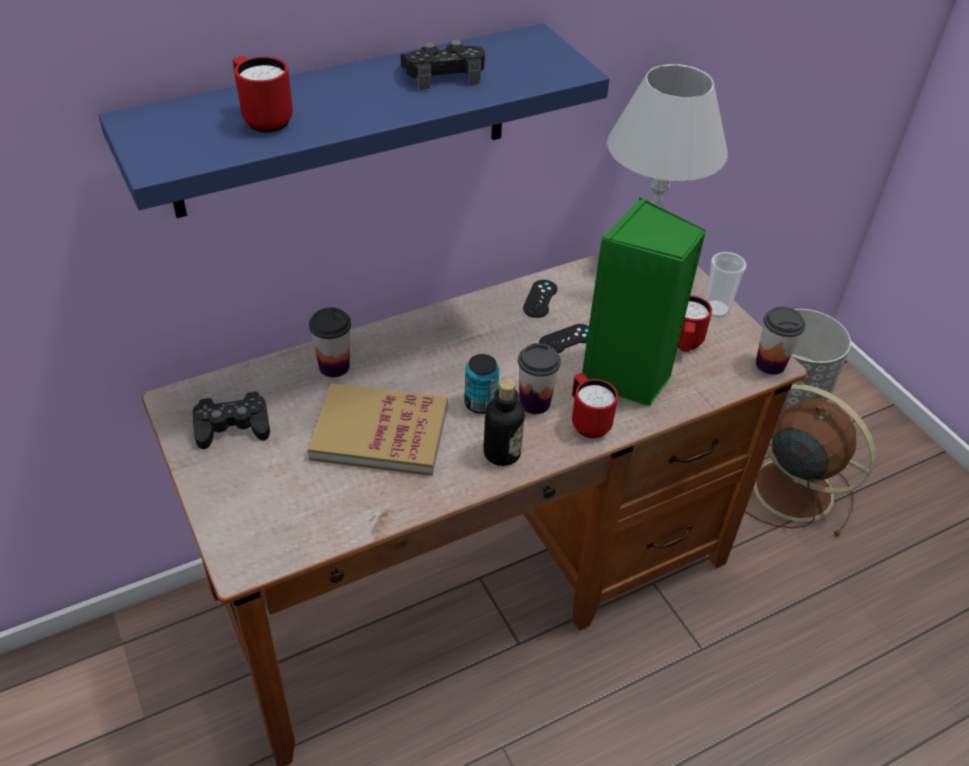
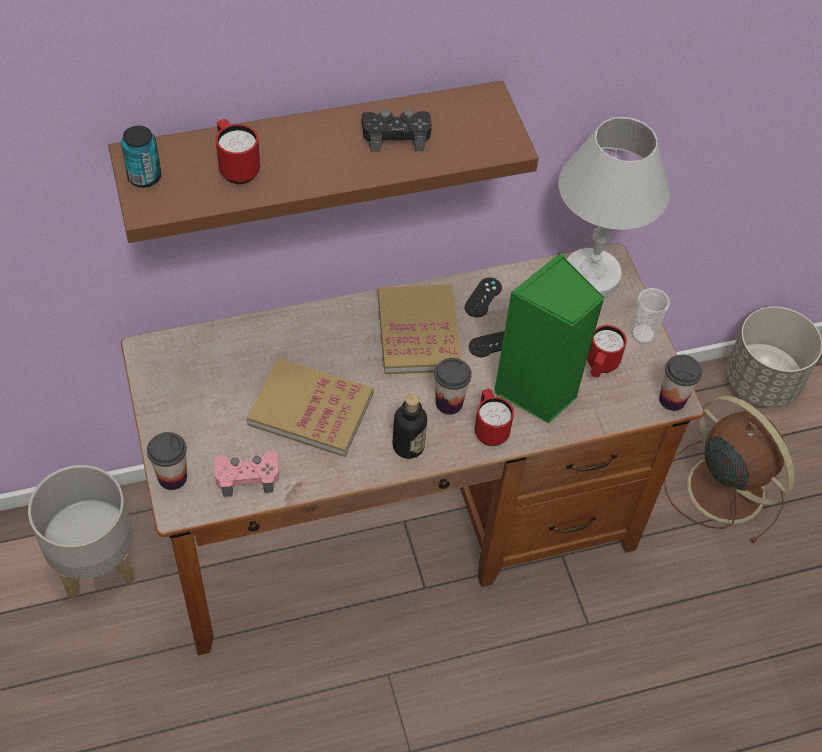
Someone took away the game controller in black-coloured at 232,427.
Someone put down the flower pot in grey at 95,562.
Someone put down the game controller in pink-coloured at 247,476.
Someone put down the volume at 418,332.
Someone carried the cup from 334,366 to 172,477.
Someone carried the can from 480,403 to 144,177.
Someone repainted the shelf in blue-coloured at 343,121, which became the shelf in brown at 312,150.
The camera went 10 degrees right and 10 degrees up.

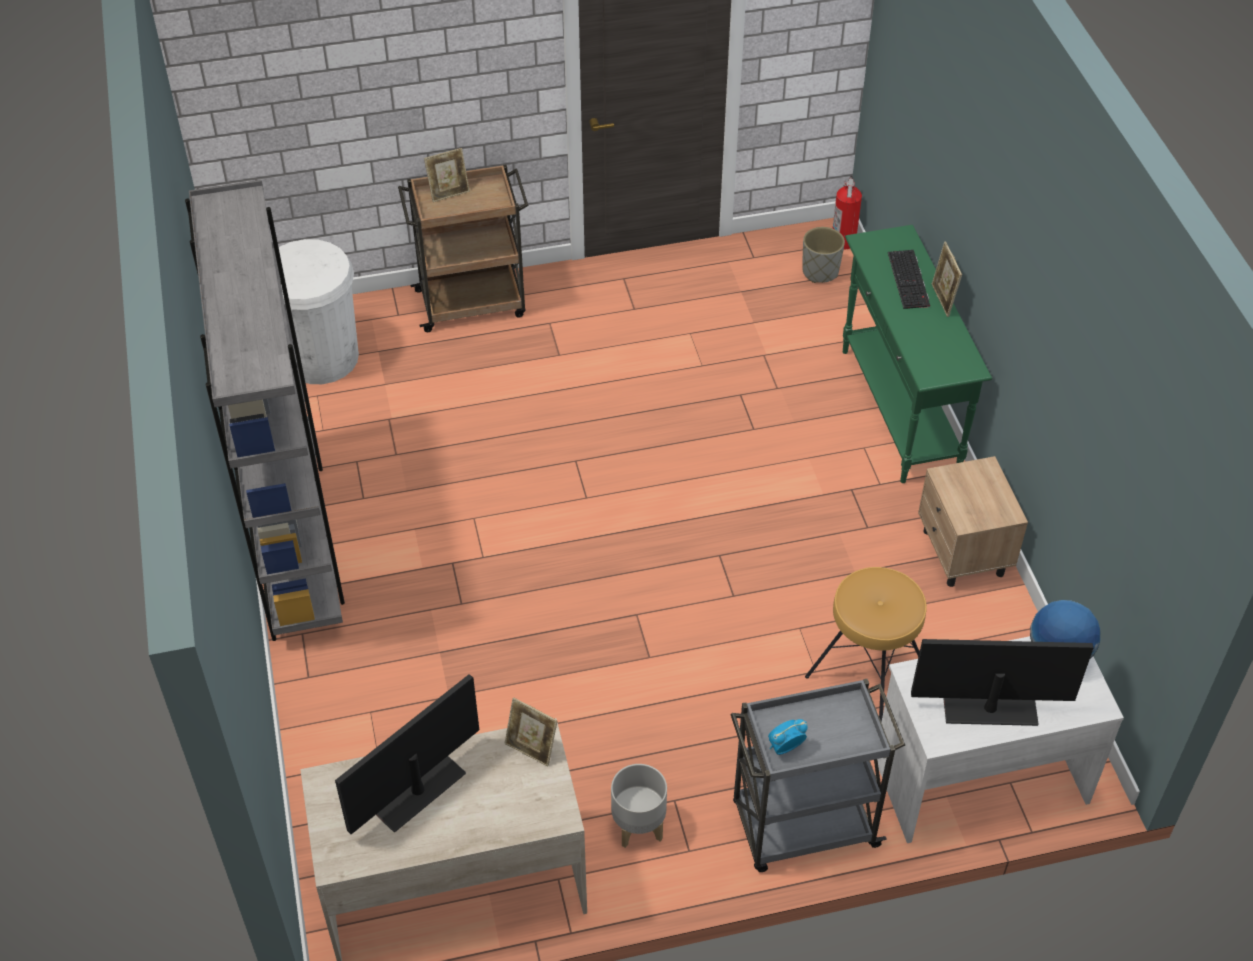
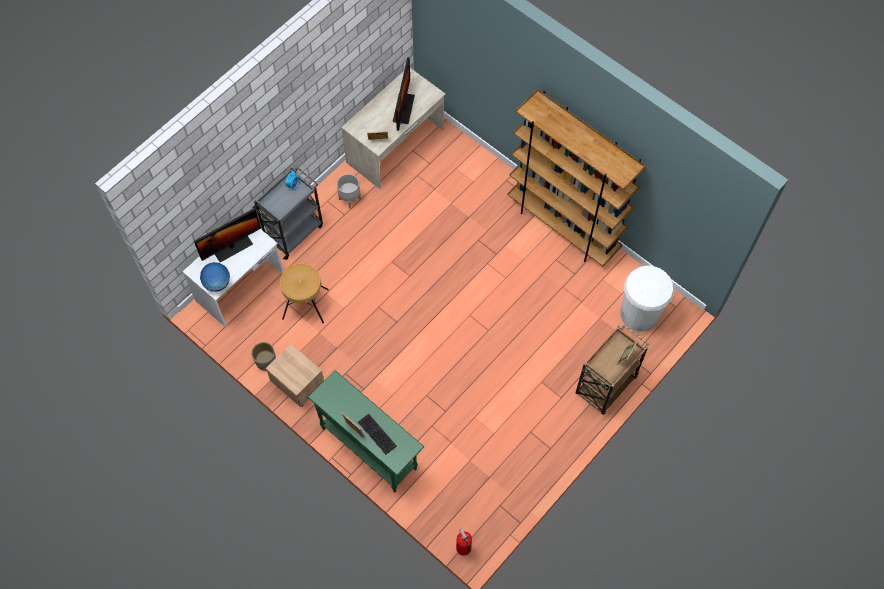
Someone carried the flower pot in grey from 820,271 to 266,361.
Someone repainted the shelving unit in grey at 295,540, which became the shelving unit in brown at 563,226.
The camera went 145 degrees right and 15 degrees up.

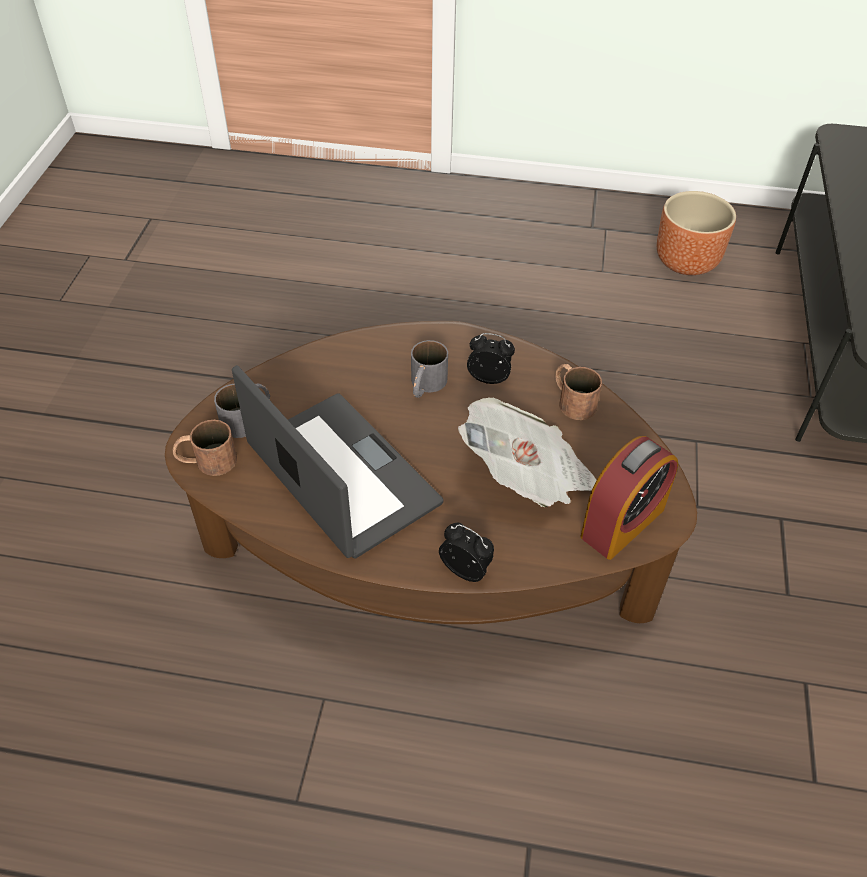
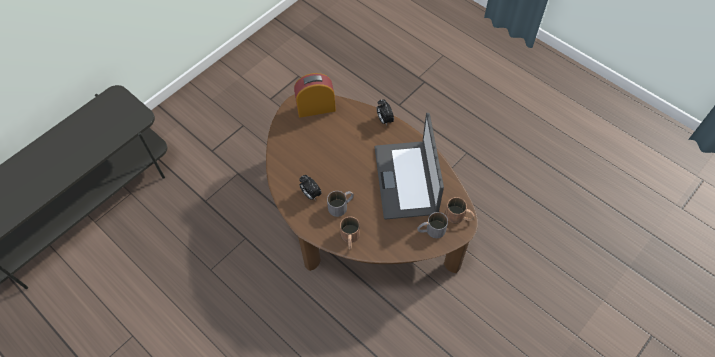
Someone took away the printed paper at 527,477.
Someone took away the flower pot in brown at 687,262.
Someone carried the tea mug in brown from 571,400 to 350,238.
The camera went 145 degrees left and 10 degrees up.

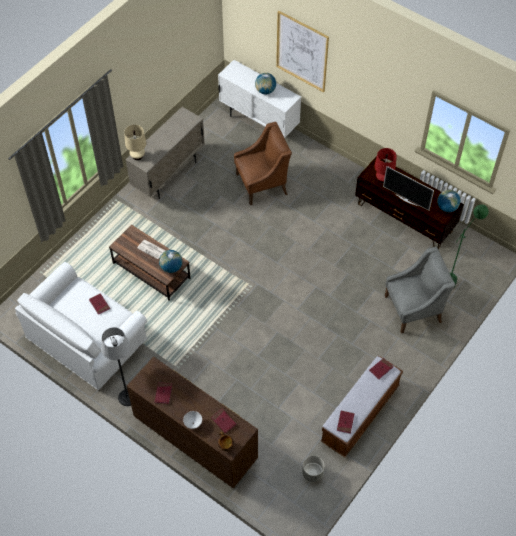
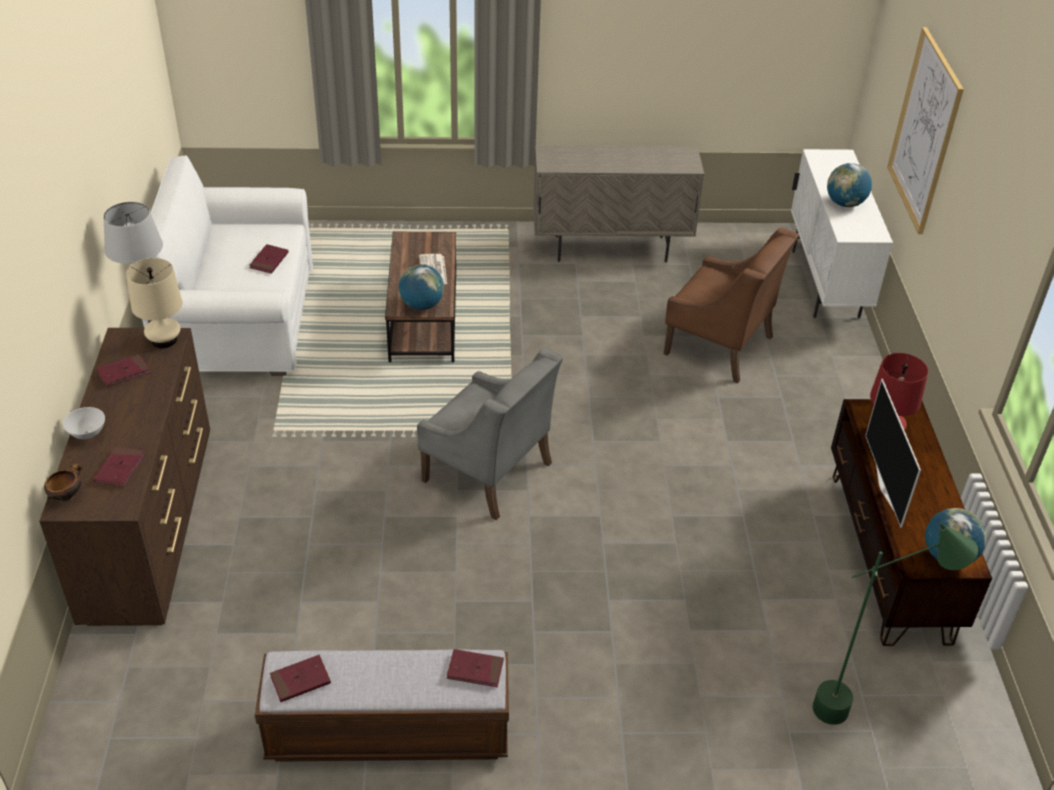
Someone took away the flower pot in grey at 312,473.
Someone carried the tabletop lamp in sand-coloured from 137,156 to 164,340.
Someone carried the armchair in grey from 413,309 to 488,473.
The camera went 50 degrees right and 15 degrees down.

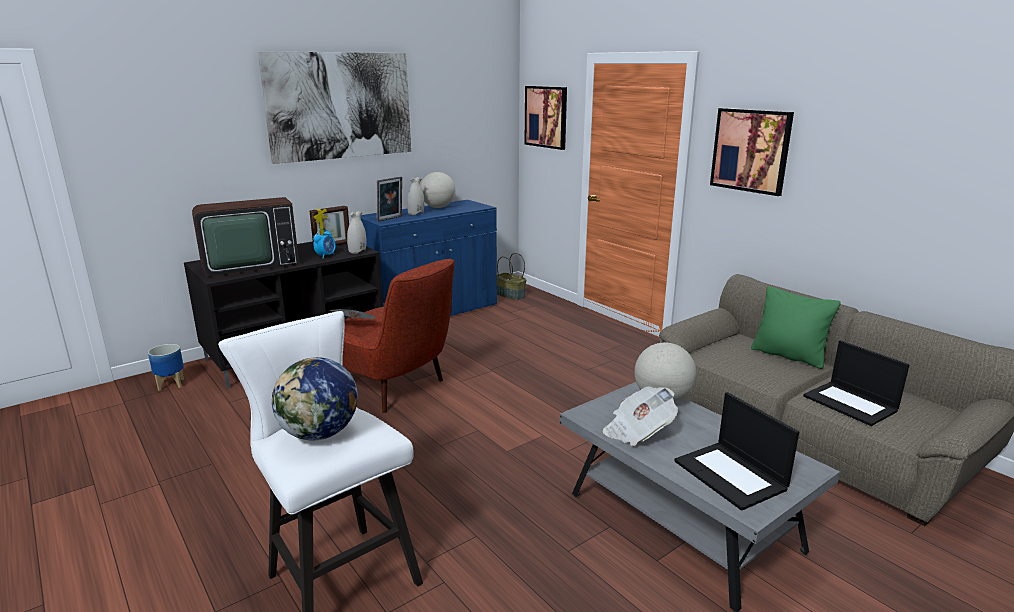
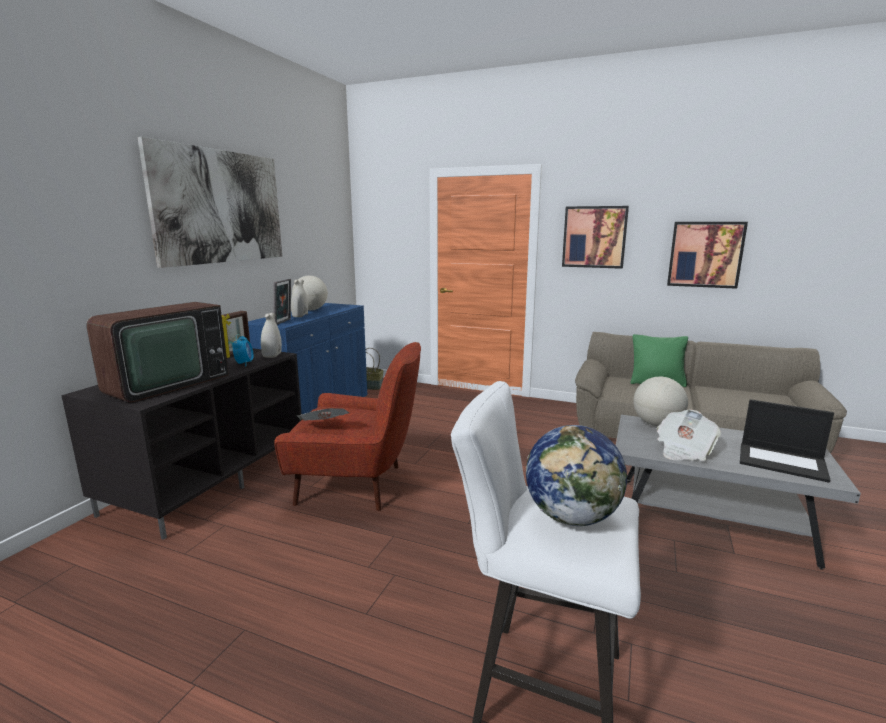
Someone took away the flower pot at 171,384.
Someone took away the laptop at 851,403.
Someone carried the picture from 546,117 to 705,254.
The camera went 30 degrees left and 5 degrees down.

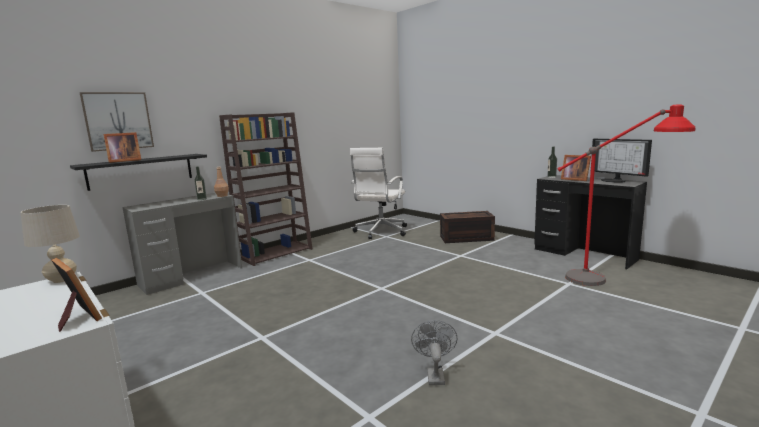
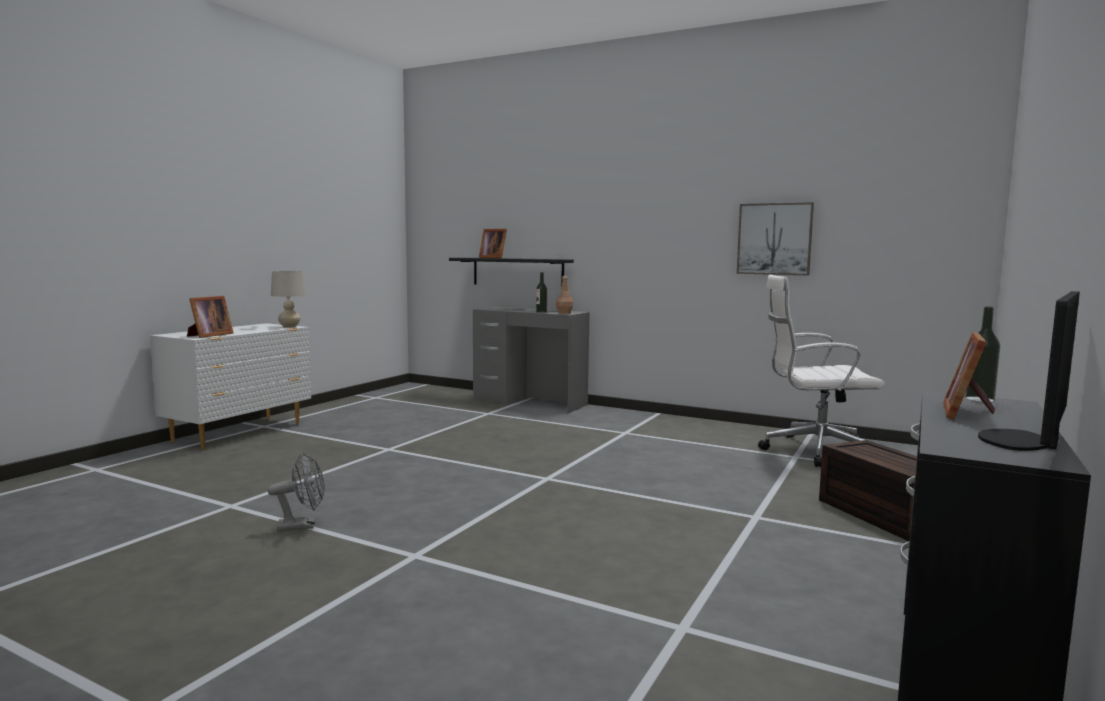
Someone took away the shelving unit in brown at 276,253.
Someone took away the floor lamp in red-coloured at 613,279.
Someone carried the picture from 118,121 to 774,239.
The camera went 70 degrees right and 5 degrees down.

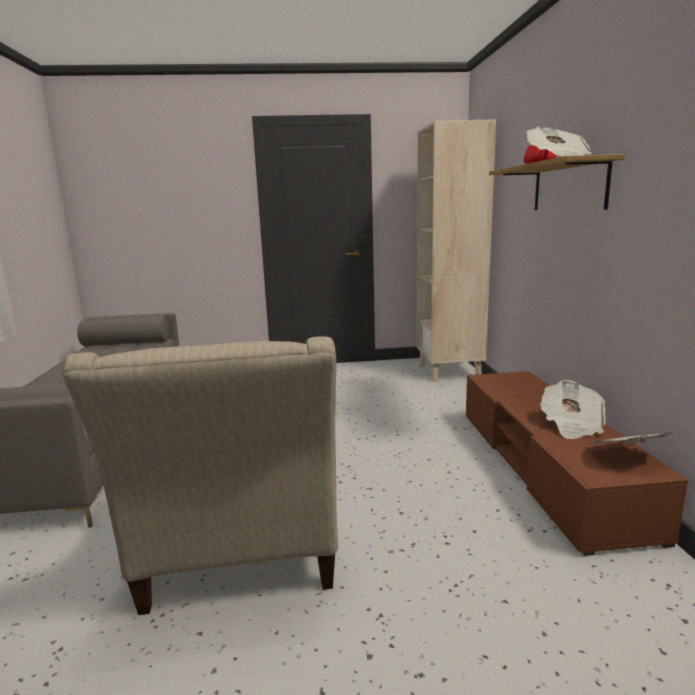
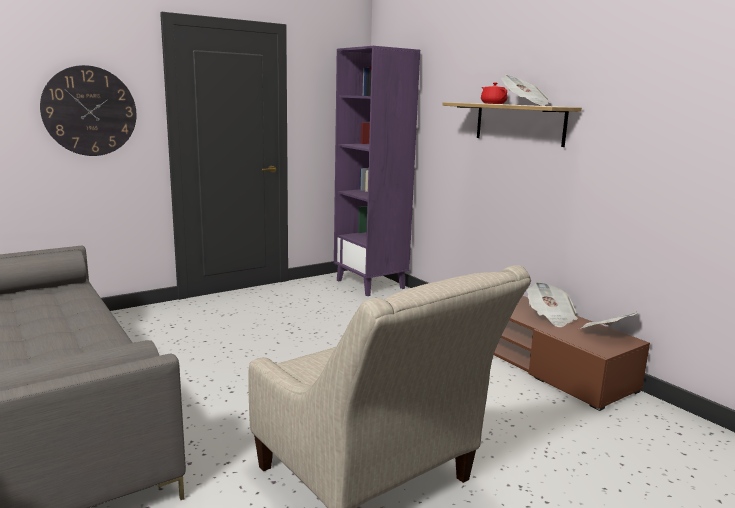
Someone put up the clock on the wall at 89,111.
Someone repainted the shelving unit in sand-coloured at 449,371, which became the shelving unit in purplish at 371,284.
The camera went 30 degrees left and 0 degrees up.

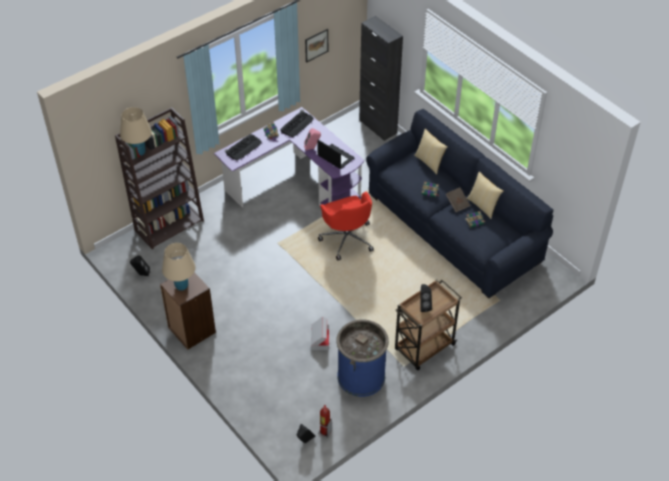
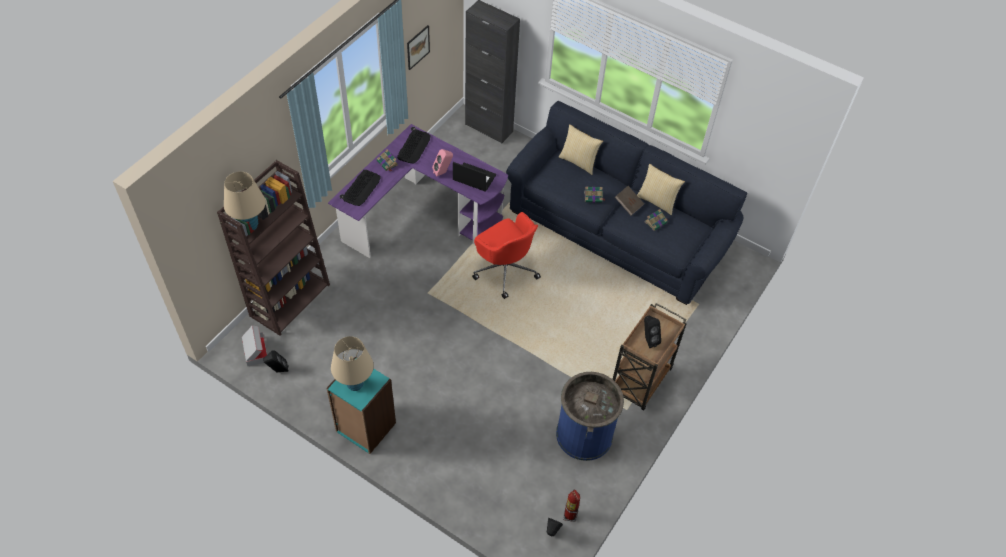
Someone carried the packing box from 320,339 to 255,351.
Someone repainted the shelving unit in brown at 191,330, which became the shelving unit in blue-green at 365,427.
The camera went 20 degrees left and 5 degrees up.

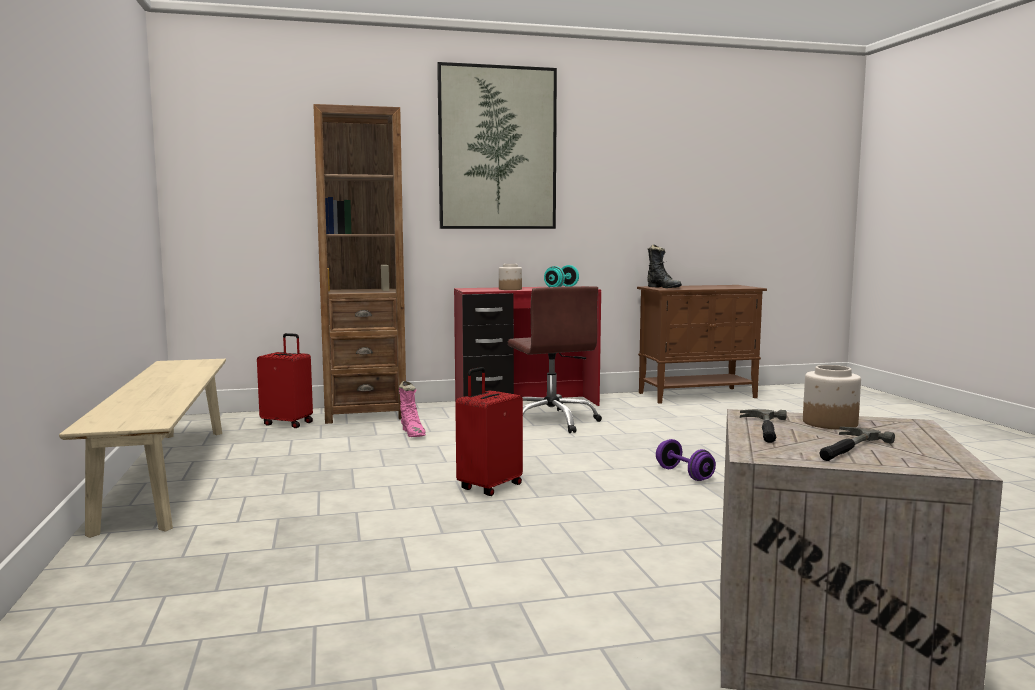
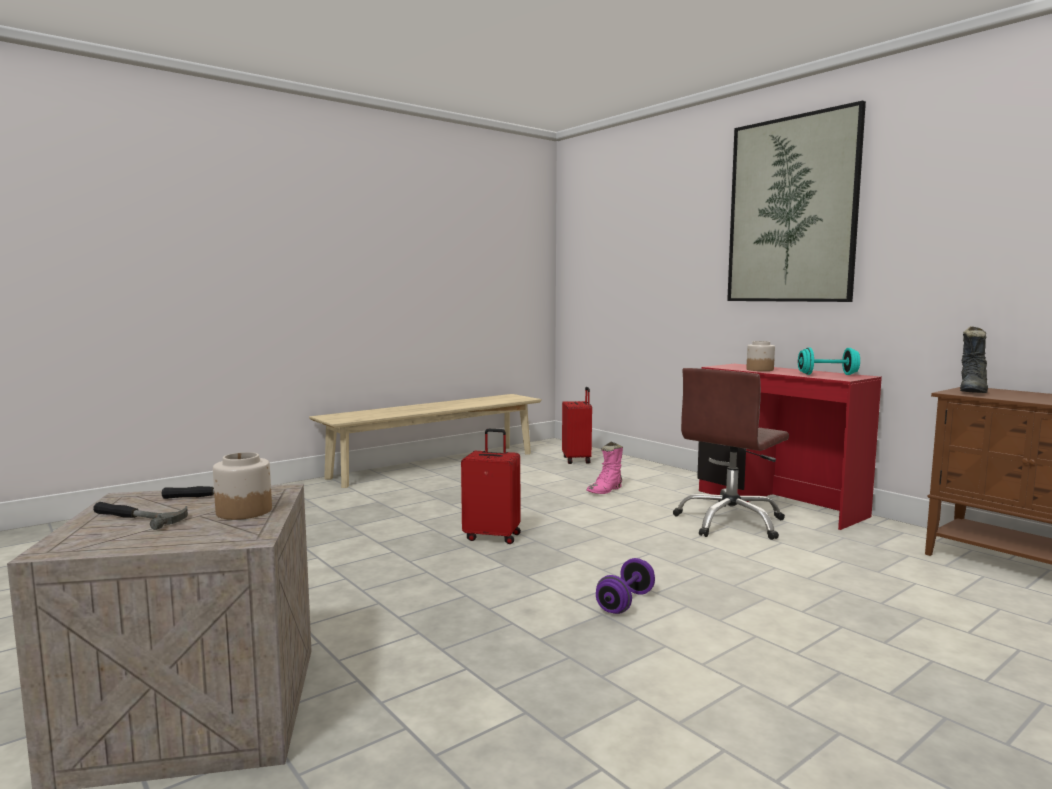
Someone took away the shelving unit in brown at 364,413.
The camera went 65 degrees right and 0 degrees up.

